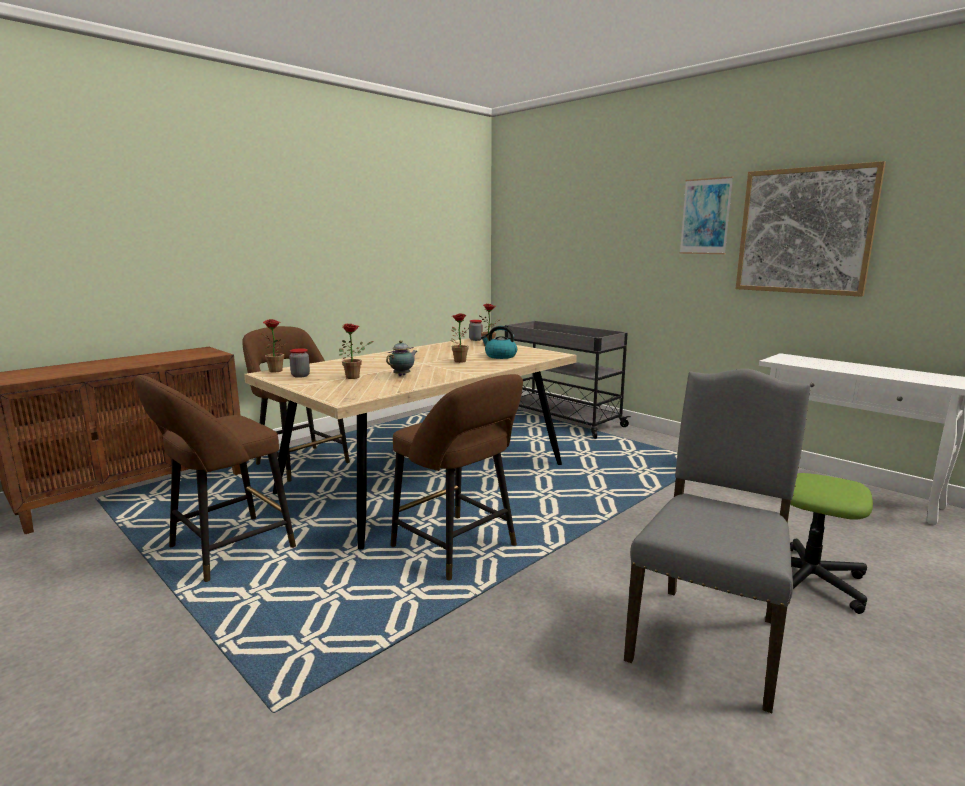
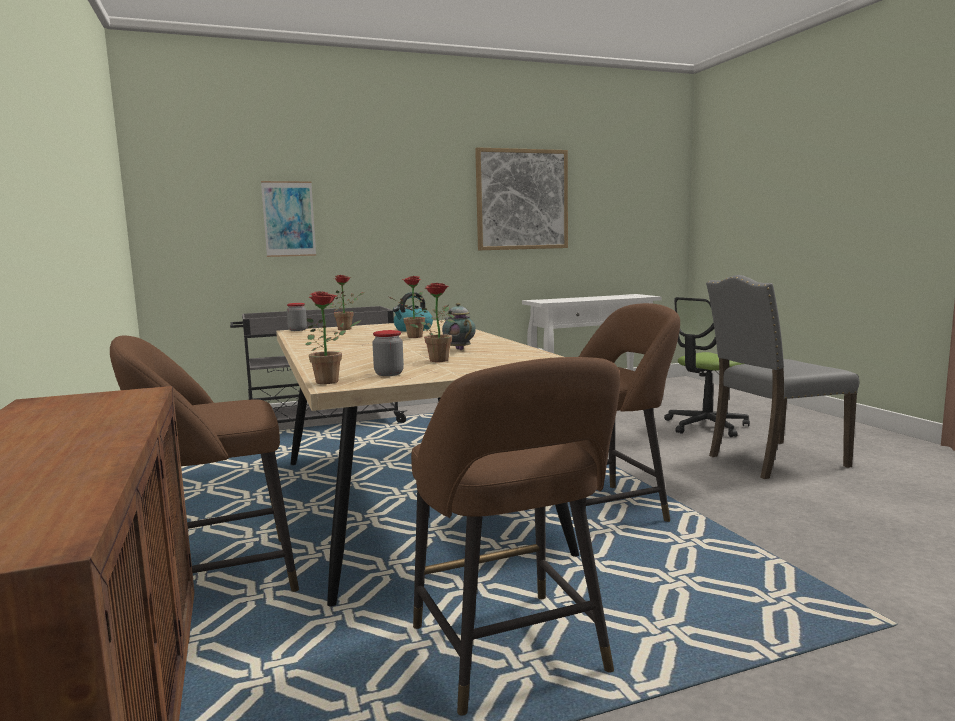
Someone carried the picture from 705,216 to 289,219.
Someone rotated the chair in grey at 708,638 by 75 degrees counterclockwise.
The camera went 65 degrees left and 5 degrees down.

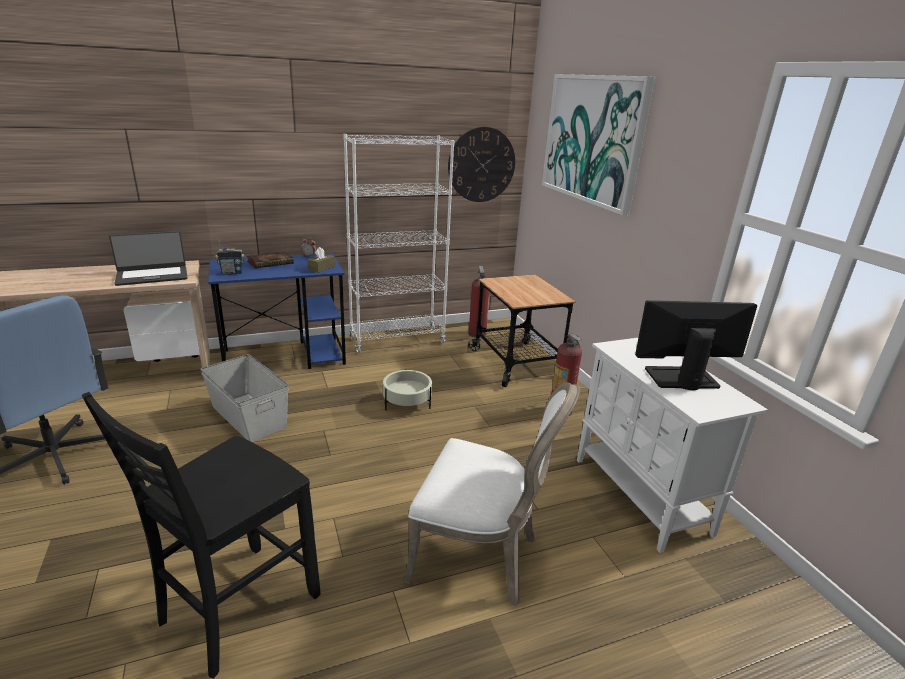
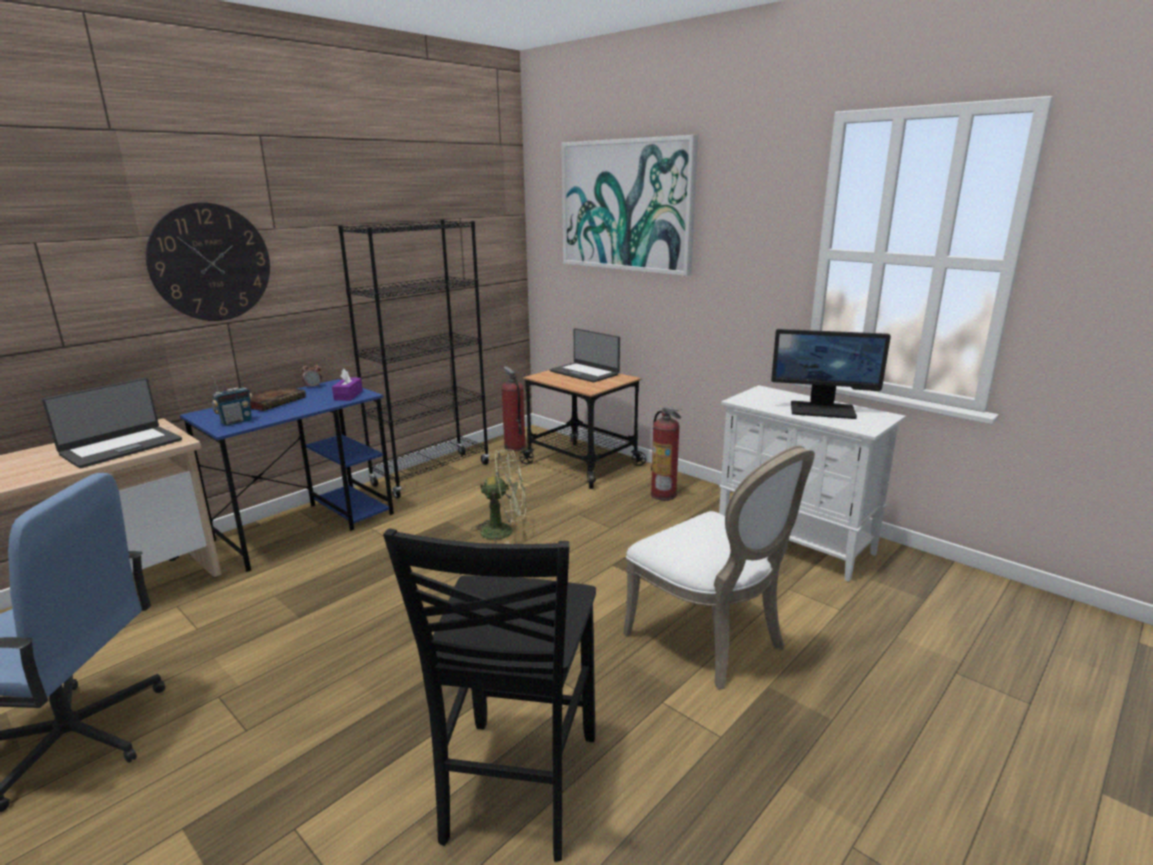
Someone took away the storage bin in grey at 249,416.
Someone put down the laptop at 584,373.
Someone carried the clock on the wall from 481,165 to 210,262.
Someone swapped the flower pot in sand-coloured at 407,402 for the cooling fan in green at 504,531.
Someone repainted the tissue box in brown at 321,268, which became the tissue box in purplish at 348,395.
Someone repainted the shelving unit in white-coloured at 397,340, which became the shelving unit in black-coloured at 432,474.
Someone rotated the chair in white-coloured at 480,556 by 60 degrees clockwise.
Someone rotated the monitor at 681,378 by 135 degrees counterclockwise.
The camera went 25 degrees left and 5 degrees down.

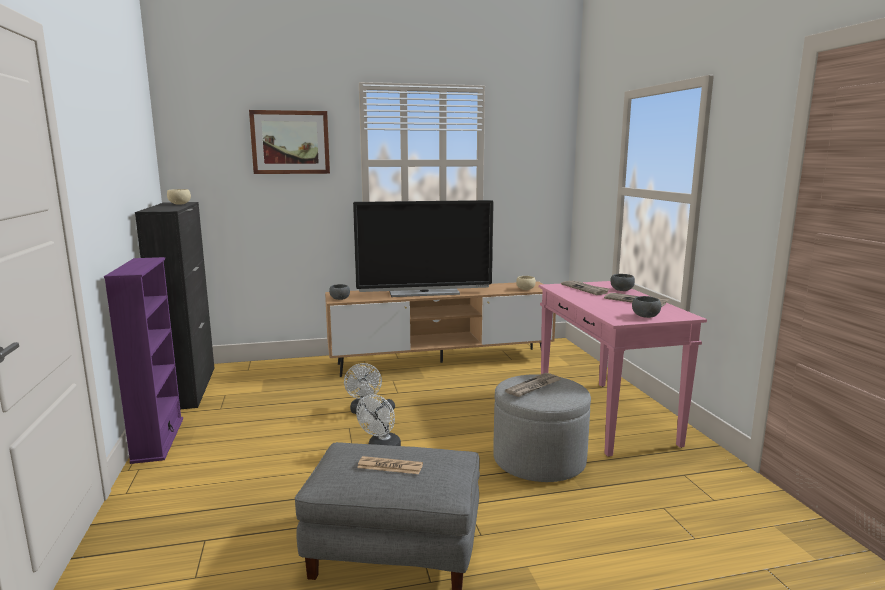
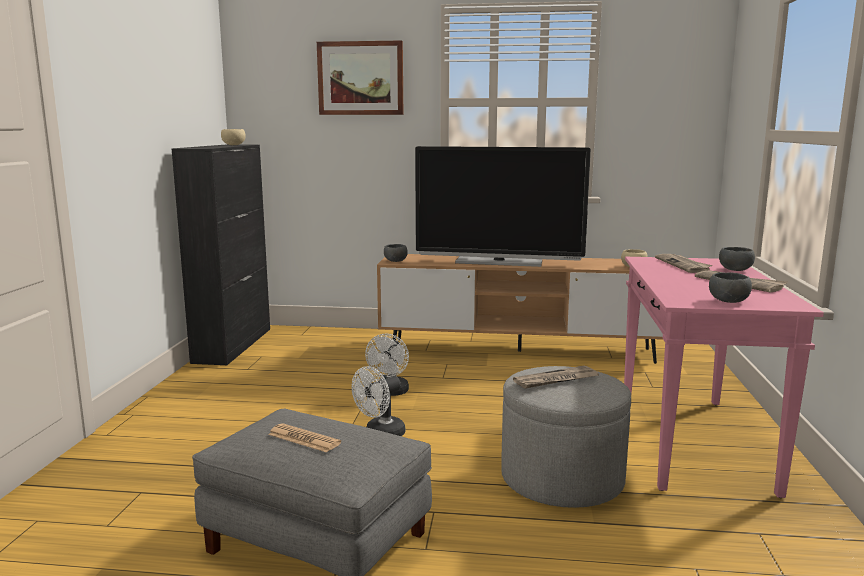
Someone took away the shelving unit in purplish at 158,440.
The camera went 20 degrees right and 0 degrees up.

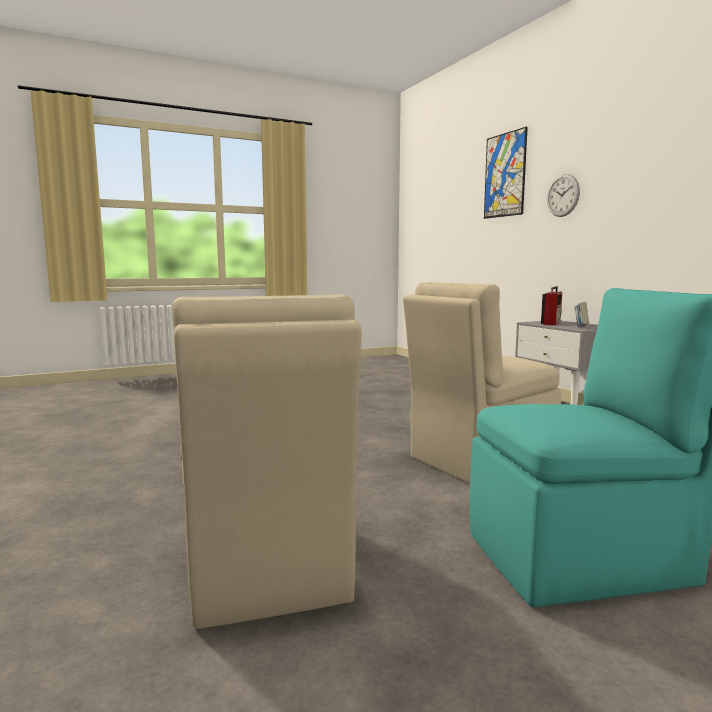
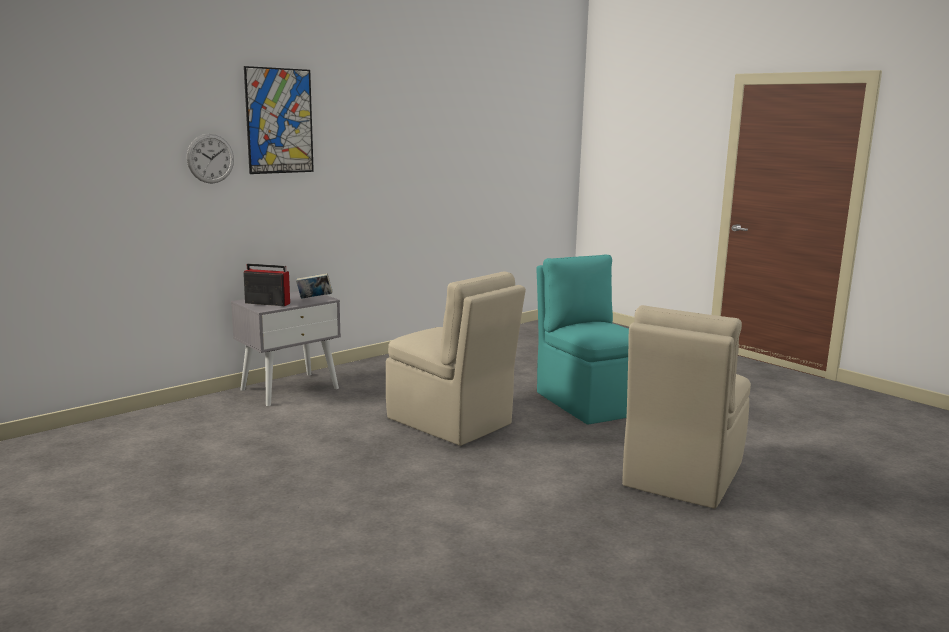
Someone carried the picture from 505,175 to 279,121.
Someone rotated the chair in sand-coloured at 265,566 by 150 degrees clockwise.
The camera went 105 degrees left and 5 degrees up.

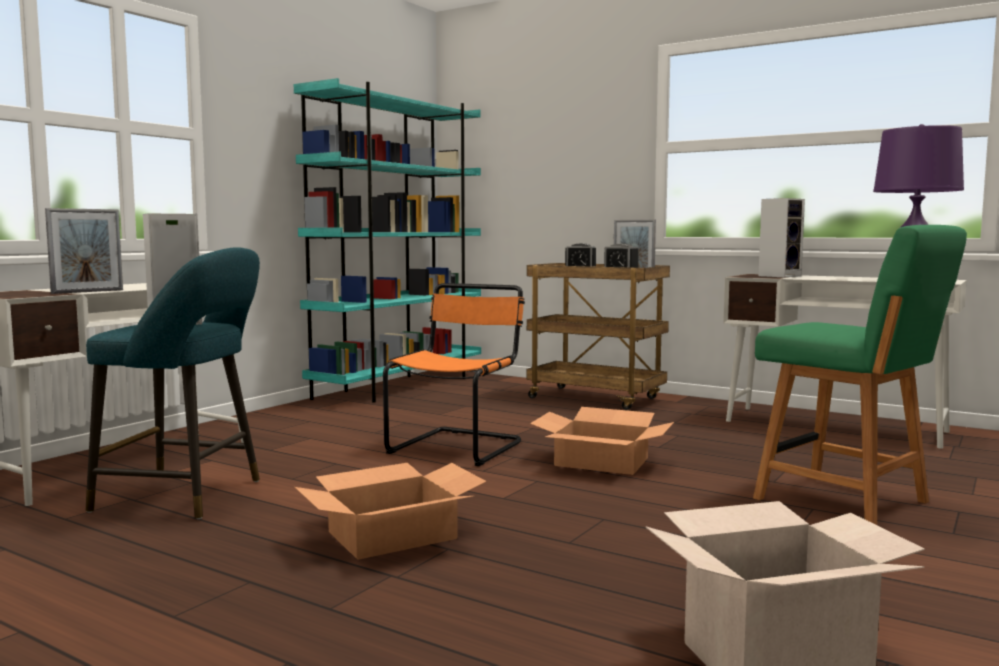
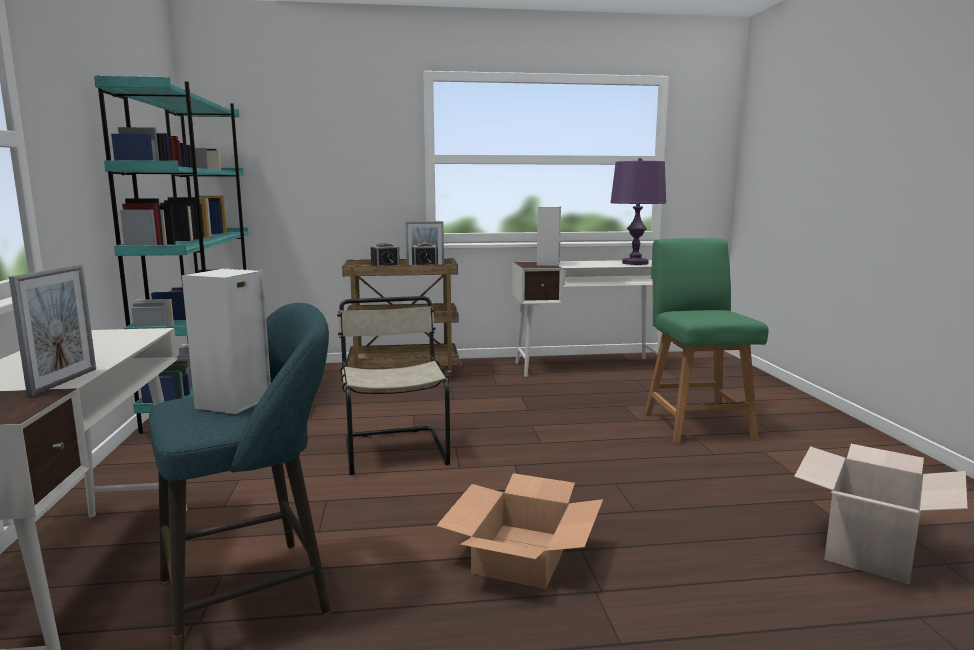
Someone took away the packing box at 601,462.
Someone repainted the chair in orangey at 458,446, which became the chair in sand-coloured at 394,449.
Someone rotated the chair in green at 847,502 by 105 degrees counterclockwise.
The camera went 40 degrees left and 5 degrees up.

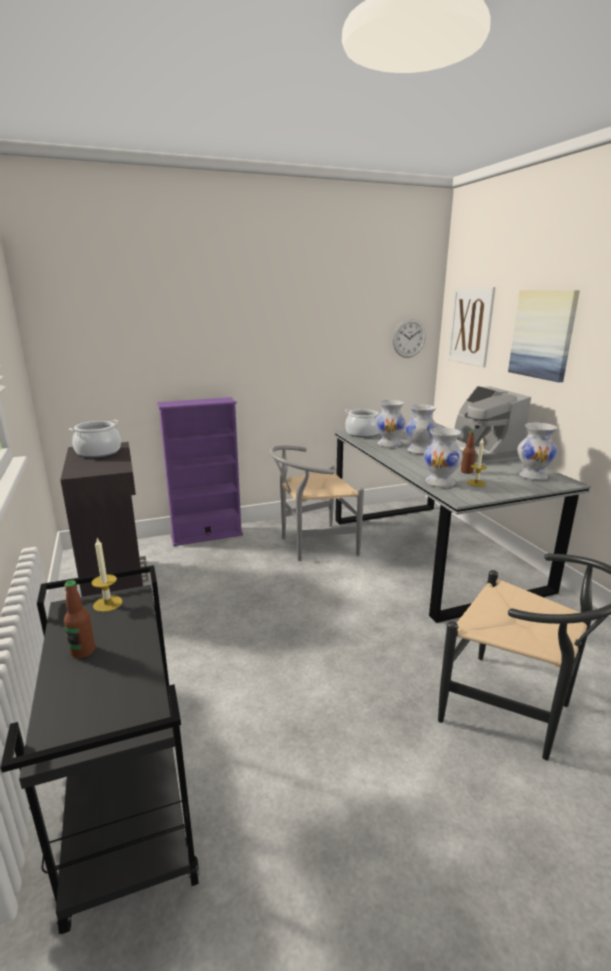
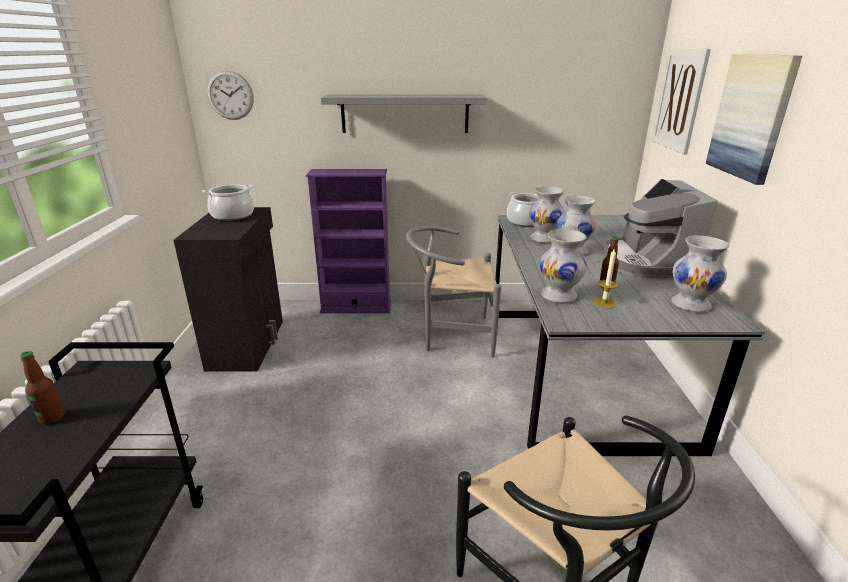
Someone took away the wax candle at 108,603.
Someone put up the shelf in grey at 405,113.
Someone carried the clock on the wall from 409,338 to 230,95.
The camera went 20 degrees right and 5 degrees up.

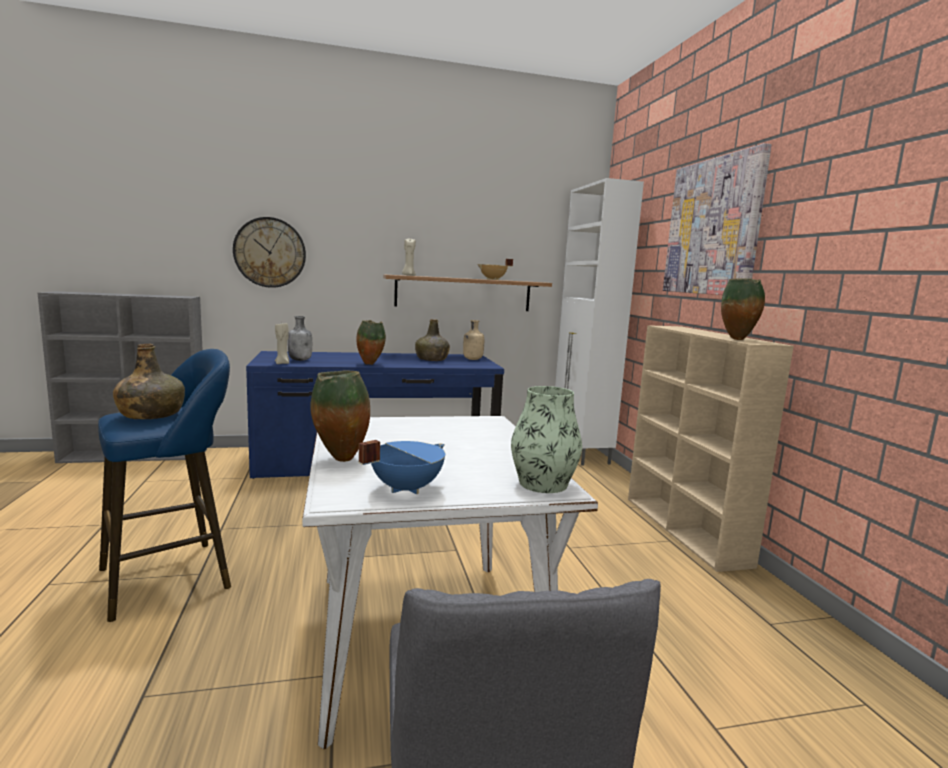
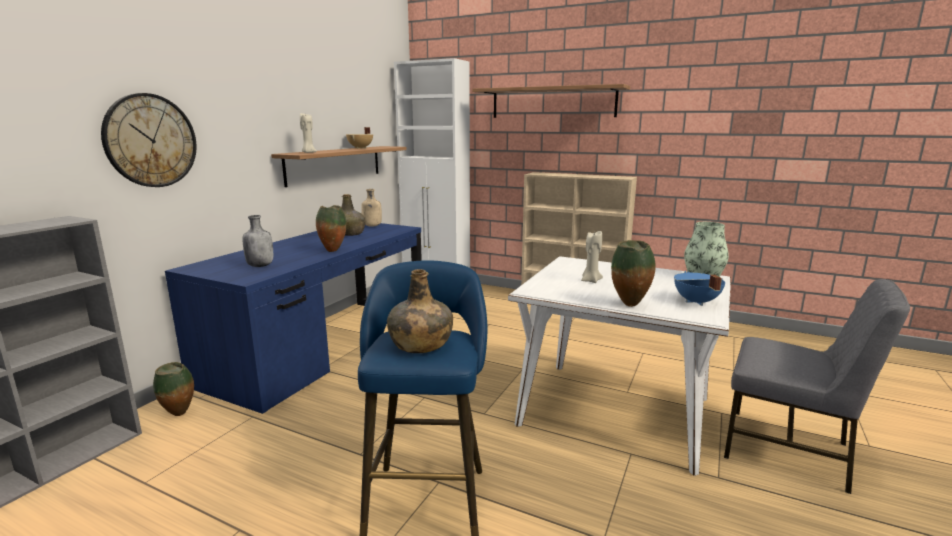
Someone carried the wax candle in sand-coloured from 282,363 to 590,280.
Someone carried the vase from 737,339 to 180,415.
Someone swapped the picture at 713,227 for the shelf at 552,102.
The camera went 50 degrees left and 5 degrees up.

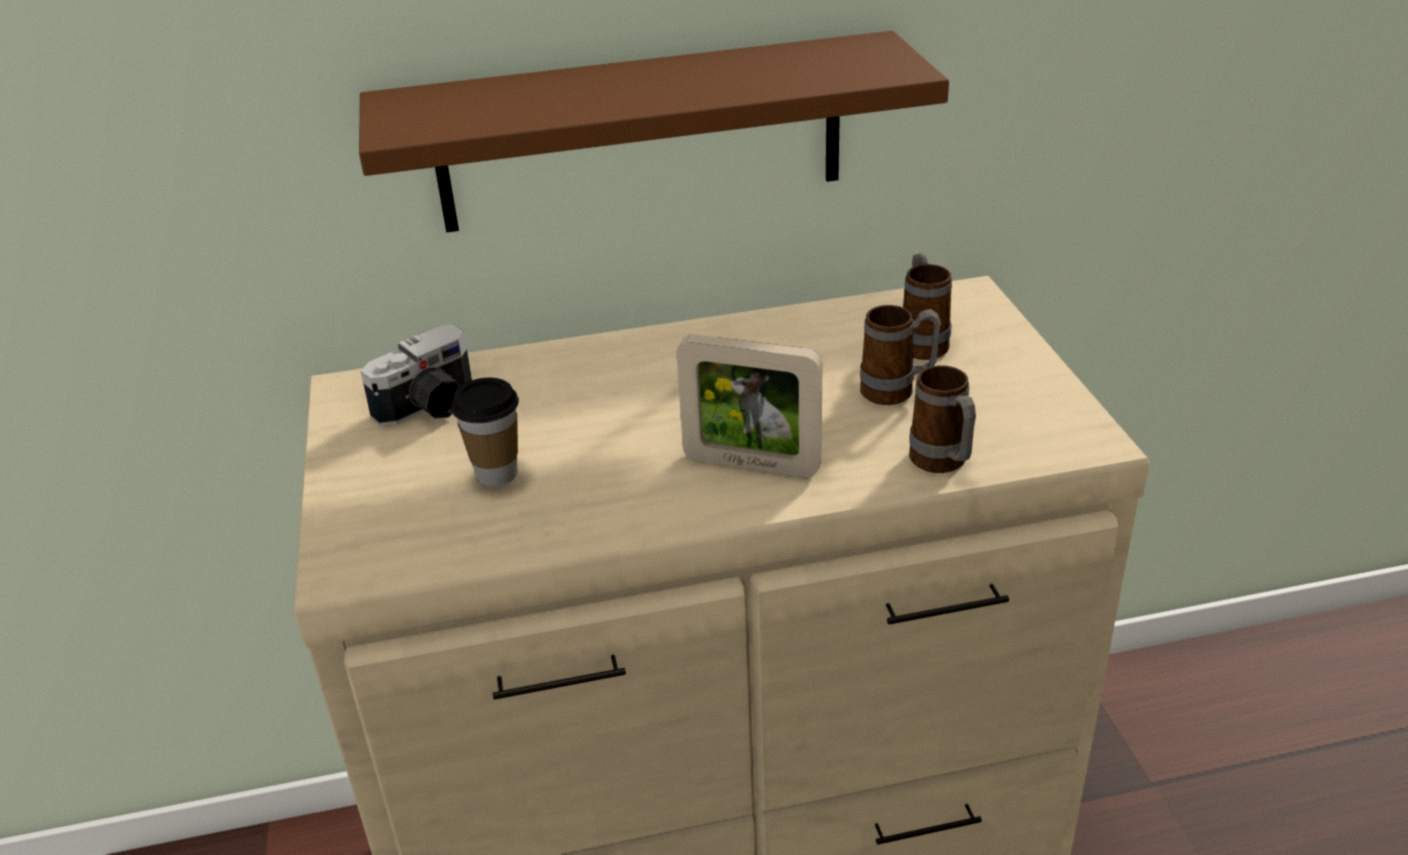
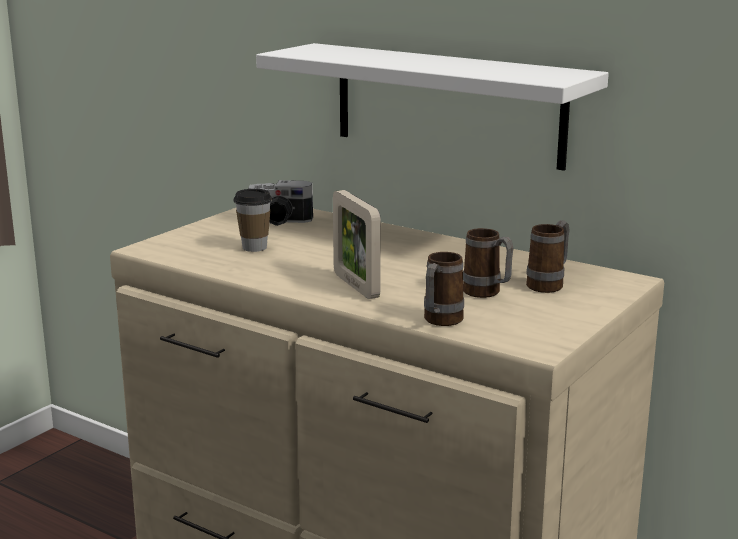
Someone repainted the shelf in brown at 640,134, which became the shelf in white-coloured at 447,104.
The camera went 45 degrees right and 15 degrees down.

